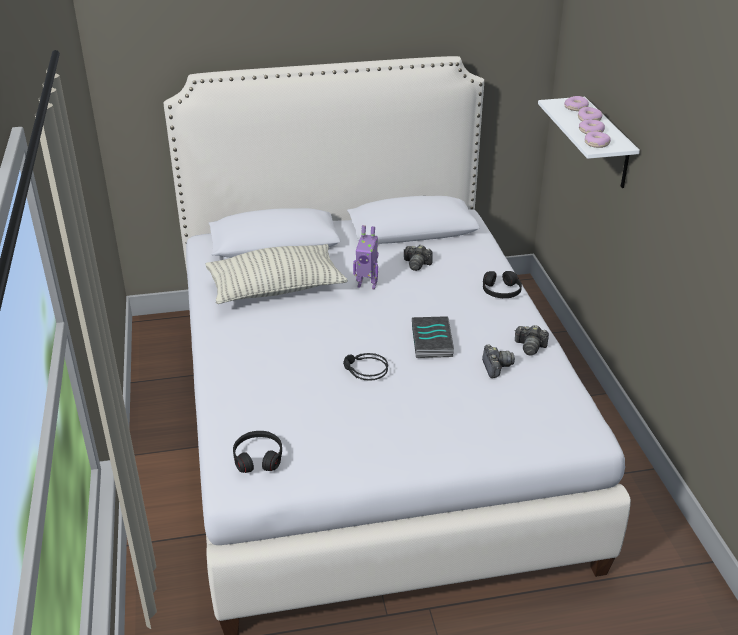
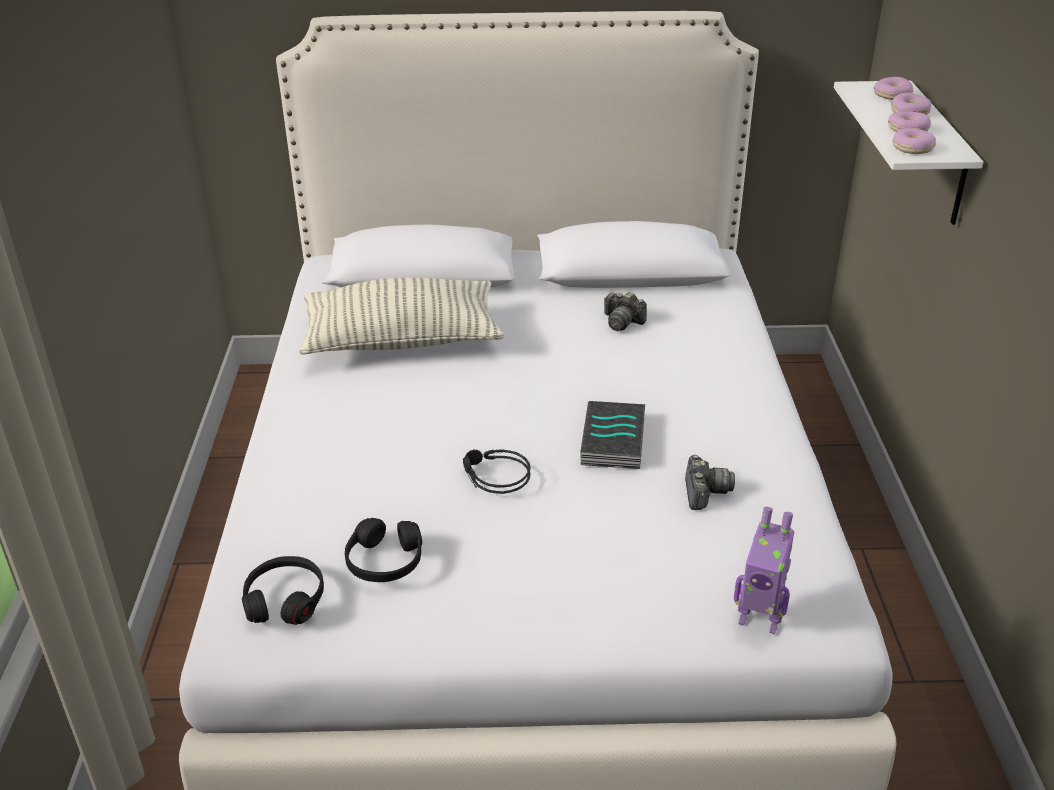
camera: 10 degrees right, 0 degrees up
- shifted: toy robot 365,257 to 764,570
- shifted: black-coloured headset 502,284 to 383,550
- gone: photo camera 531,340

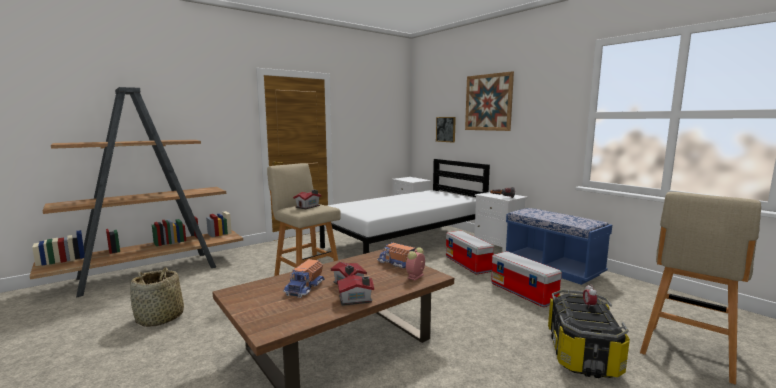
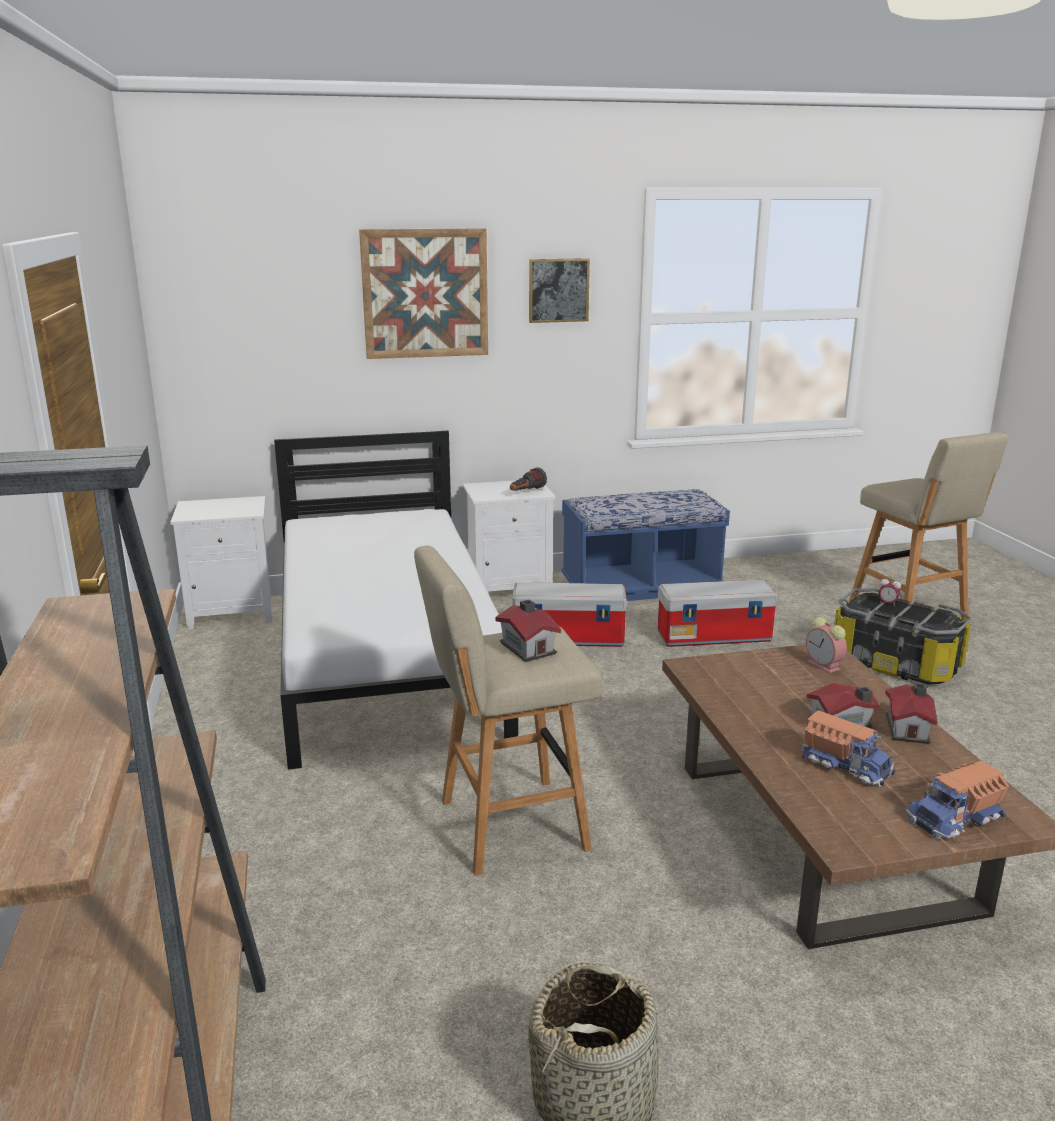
camera: 65 degrees left, 10 degrees up
- shifted: picture 446,130 to 559,290
- shifted: toy lorry 396,255 to 957,800

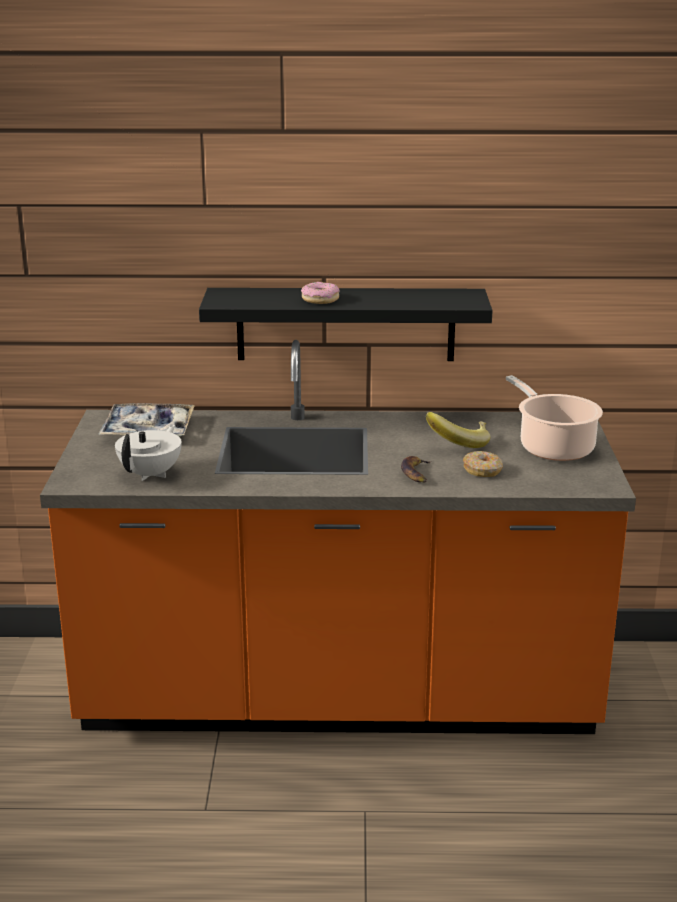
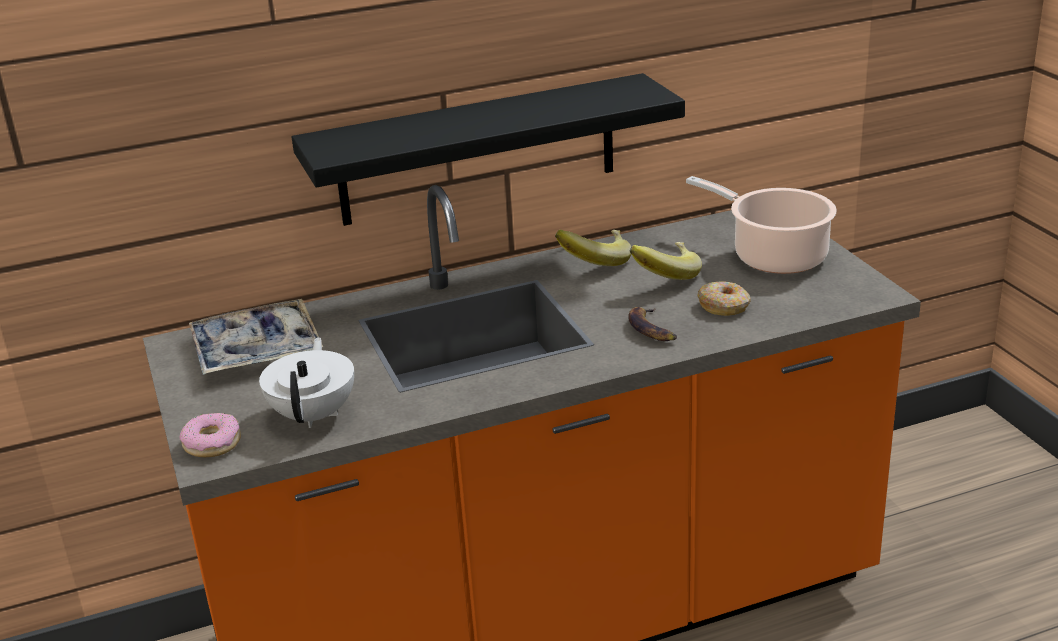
camera: 20 degrees left, 5 degrees up
- shifted: donut 320,293 to 210,435
- new: banana fruit 593,248

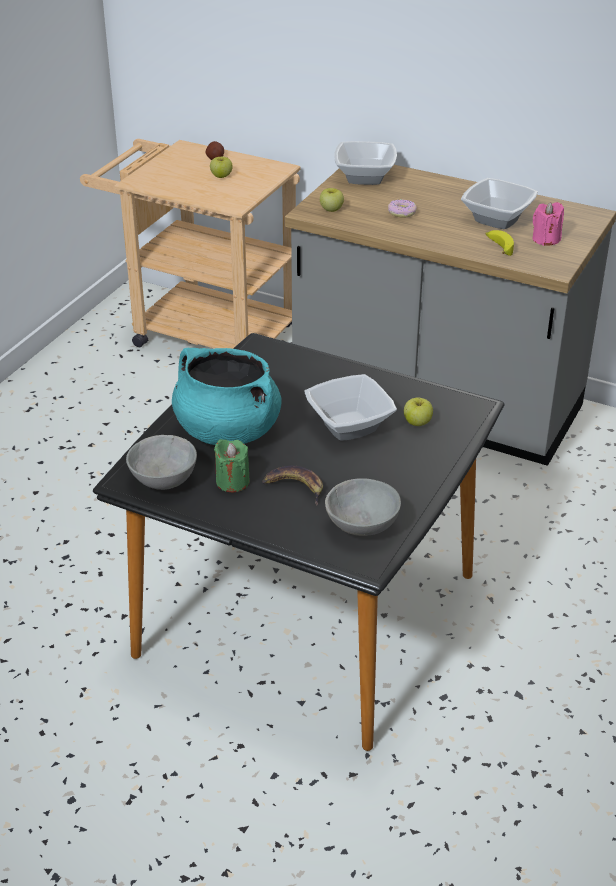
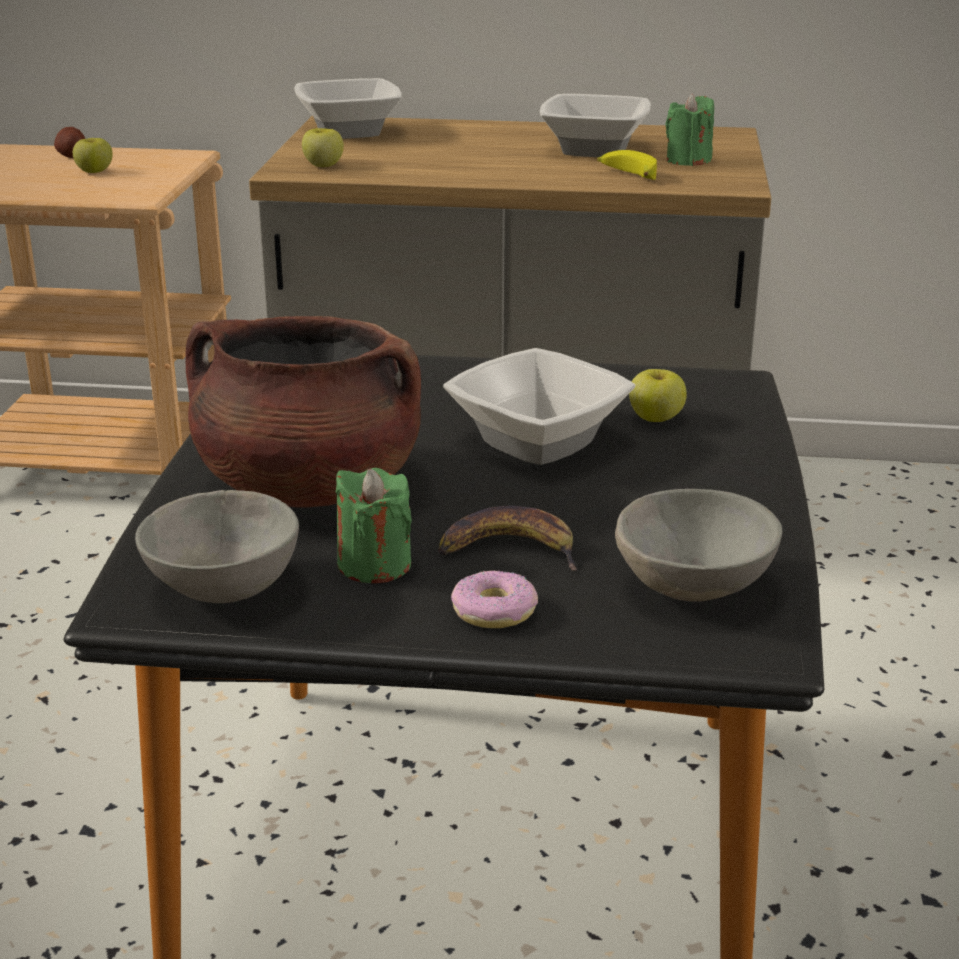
camera: 20 degrees left, 10 degrees down
- shifted: donut 402,208 to 494,599
- repainted: pink wax light 548,224 to green wax light 690,129
- repainted: turquoise-coloured saucepot 227,396 to brownish saucepot 303,412

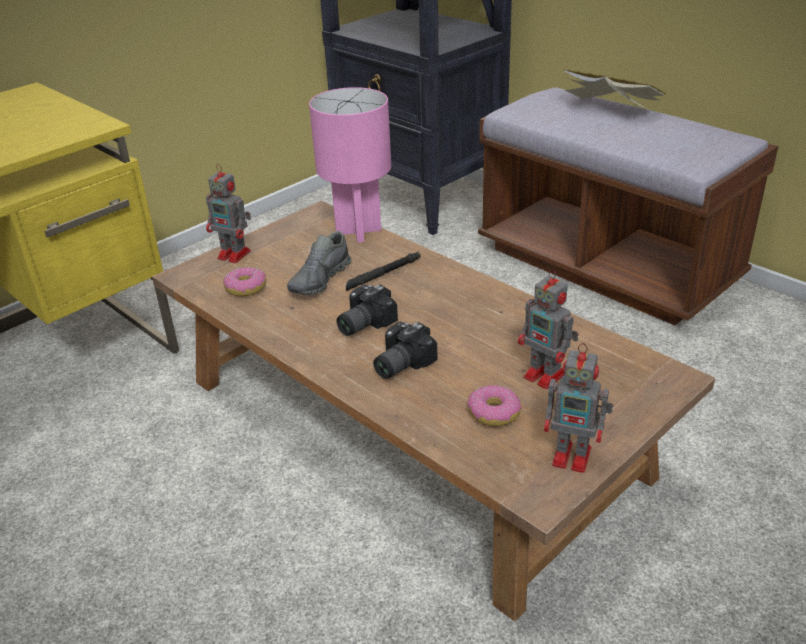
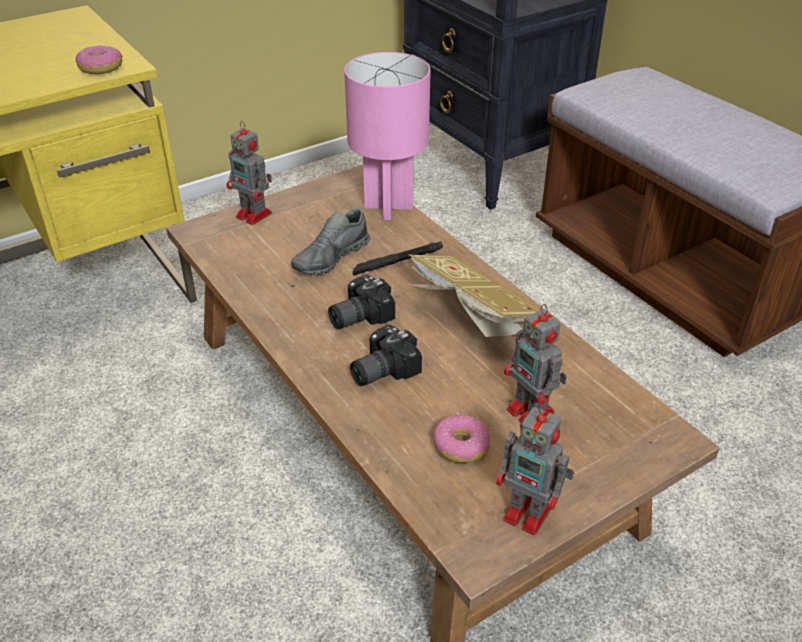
camera: 10 degrees right, 5 degrees up
- shifted: volume 614,90 to 474,295
- shifted: donut 244,281 to 99,60

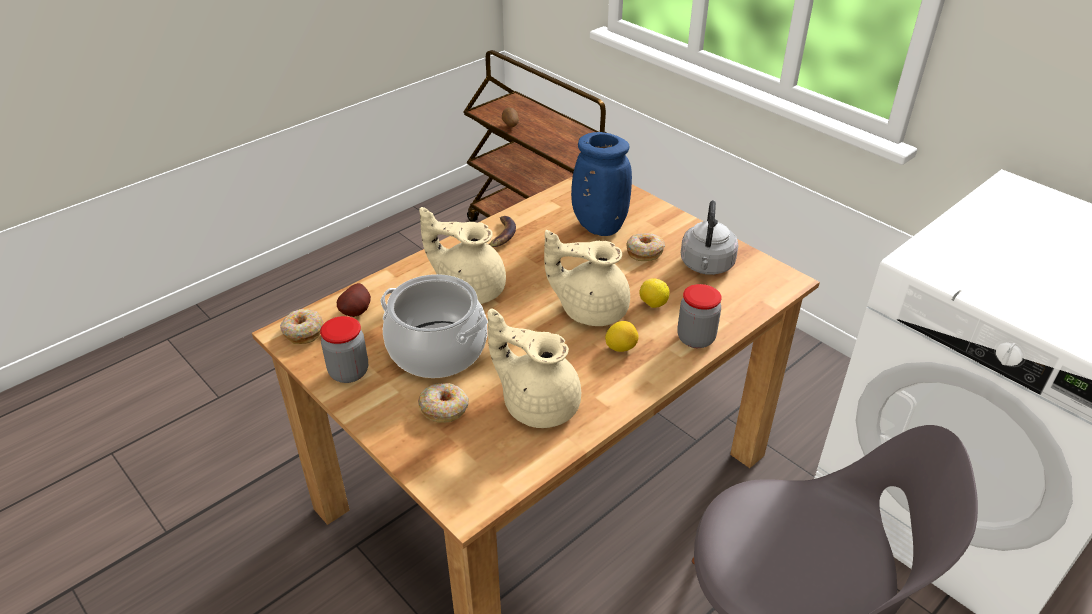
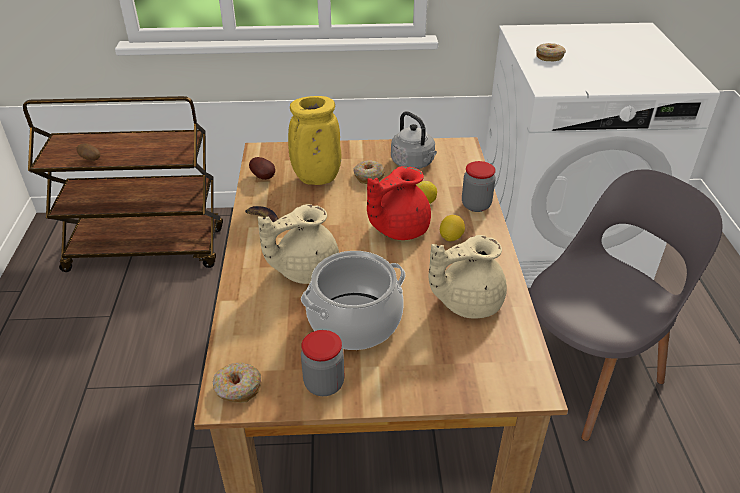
camera: 50 degrees left, 0 degrees up
- repainted: blue vase 601,184 to yellow vase 314,140
- repainted: beige teapot 587,278 to red teapot 399,203
- shifted: spud 354,300 to 262,168
- shifted: donut 443,403 to 551,52

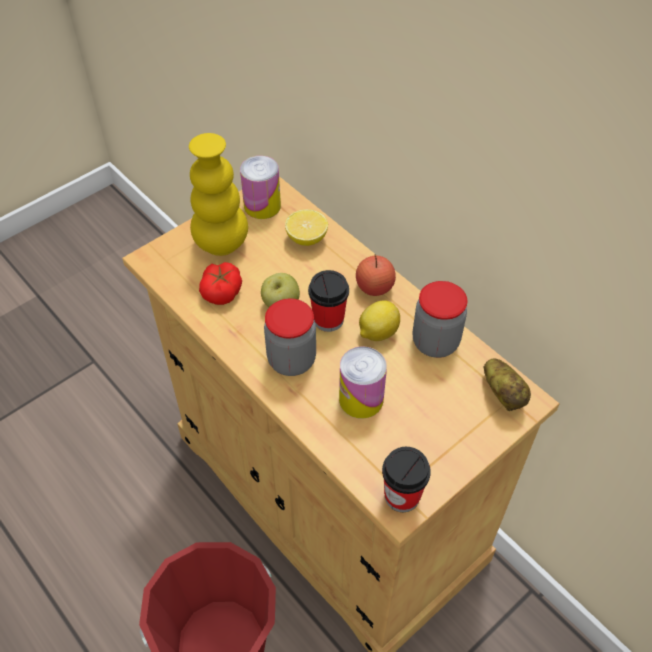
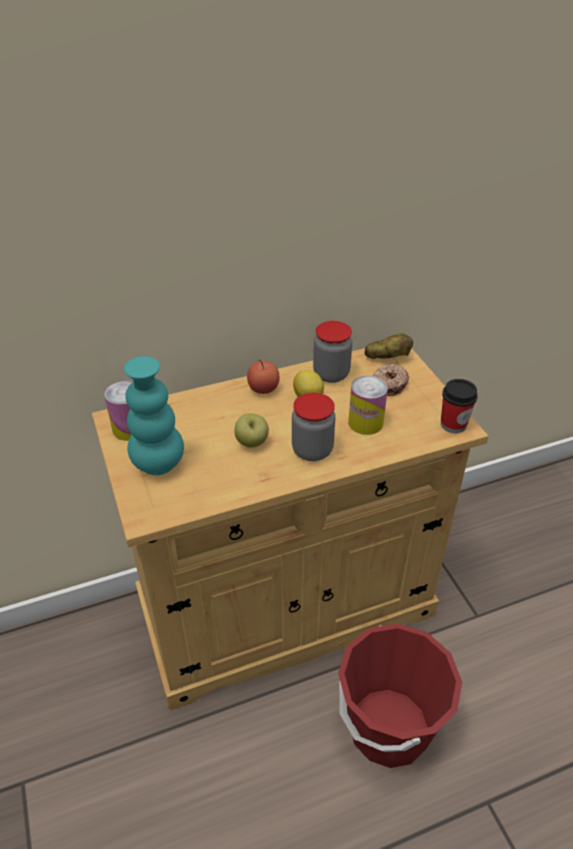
camera: 70 degrees left, 10 degrees down
- repainted: yellow vase 218,194 to turquoise-coloured vase 154,415
- gone: lemon 306,227
- gone: fresh tomato 220,283
- gone: drinking cup 328,301
- new: donut 391,379

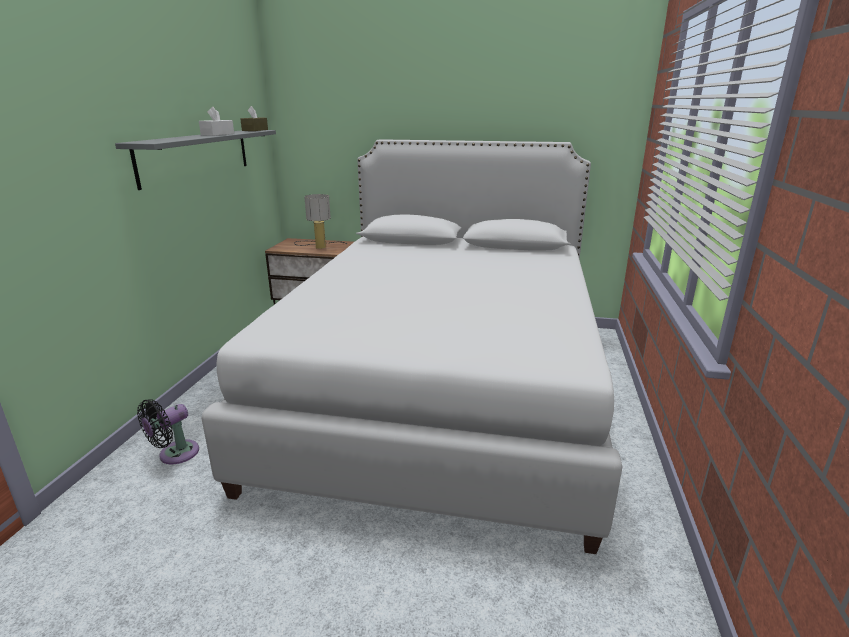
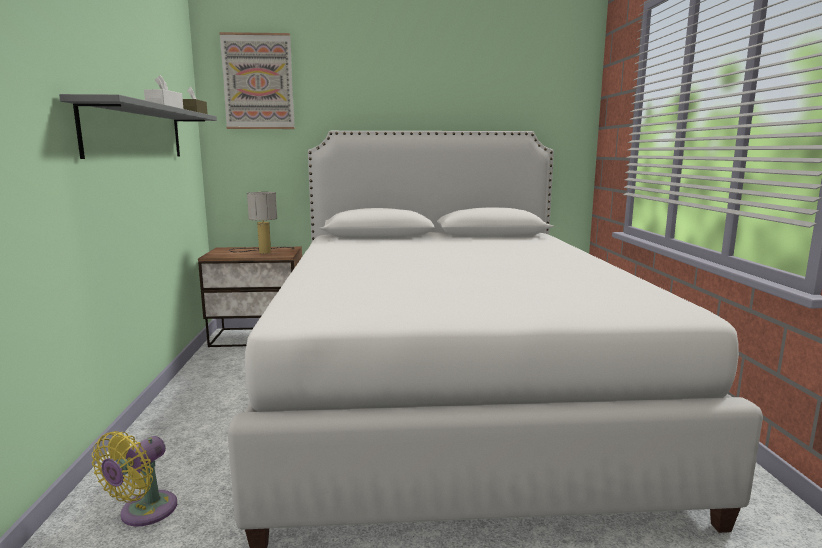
camera: 15 degrees left, 10 degrees down
- repainted: black-coloured fan 168,431 to yellow fan 134,479
- new: picture 257,80

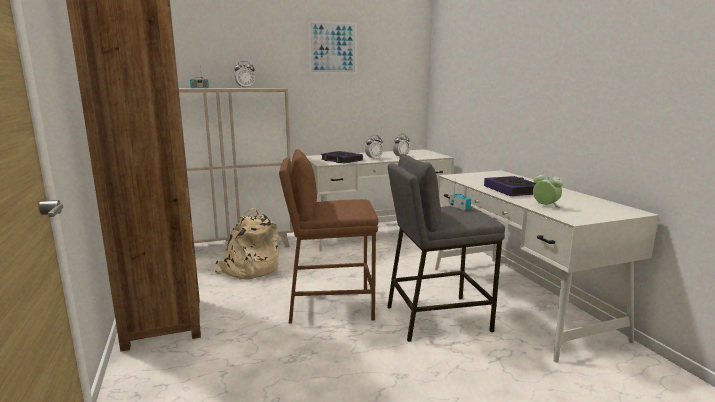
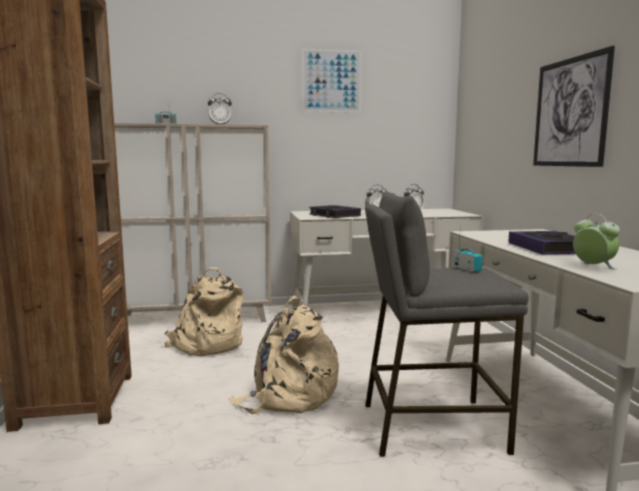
camera: 10 degrees right, 5 degrees down
- swapped: brownish stool seat 328,236 to beige knapsack 283,354
- new: picture 574,106

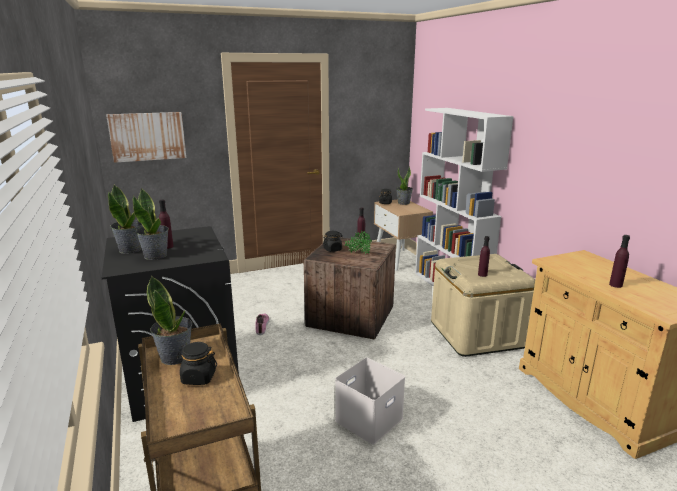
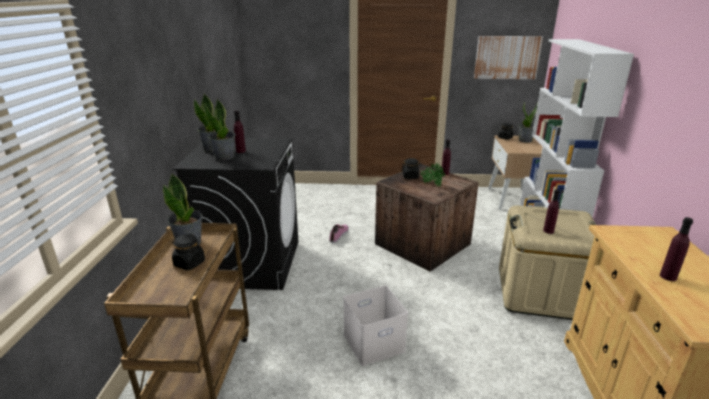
camera: 25 degrees right, 5 degrees up
- shifted: picture 146,137 to 508,57

